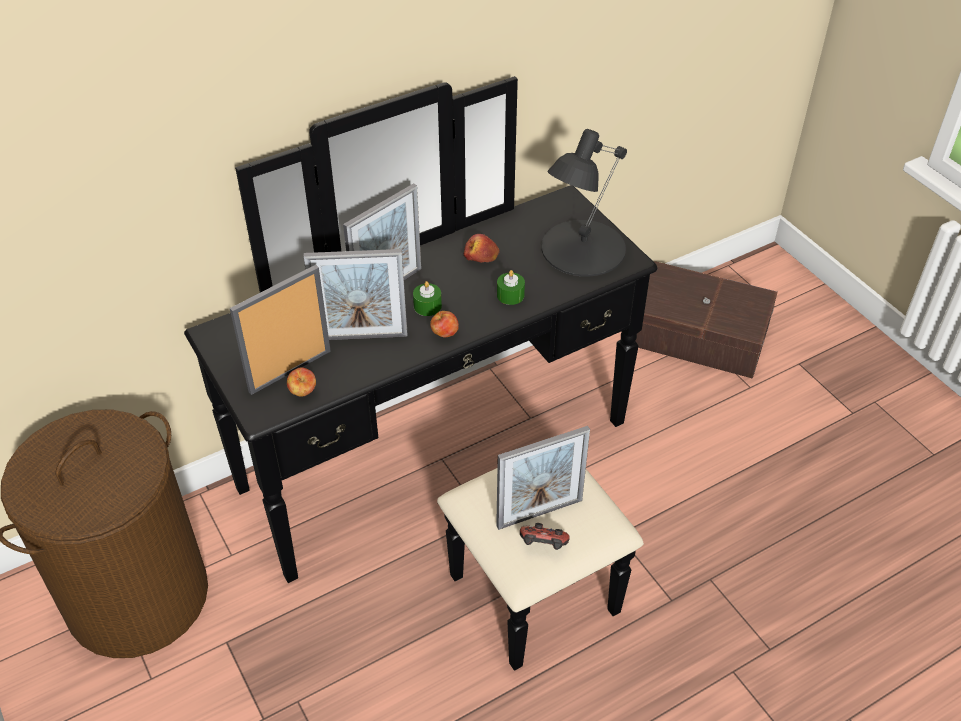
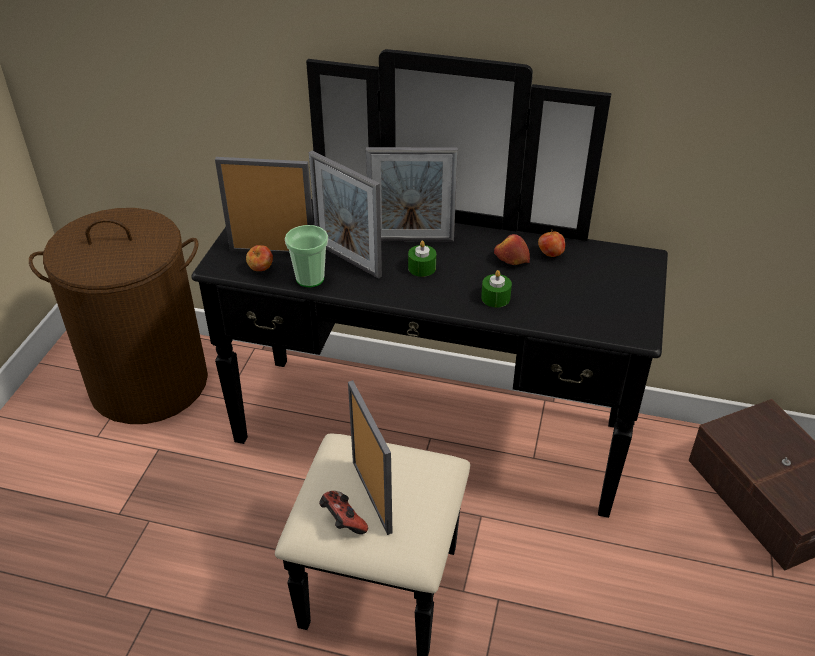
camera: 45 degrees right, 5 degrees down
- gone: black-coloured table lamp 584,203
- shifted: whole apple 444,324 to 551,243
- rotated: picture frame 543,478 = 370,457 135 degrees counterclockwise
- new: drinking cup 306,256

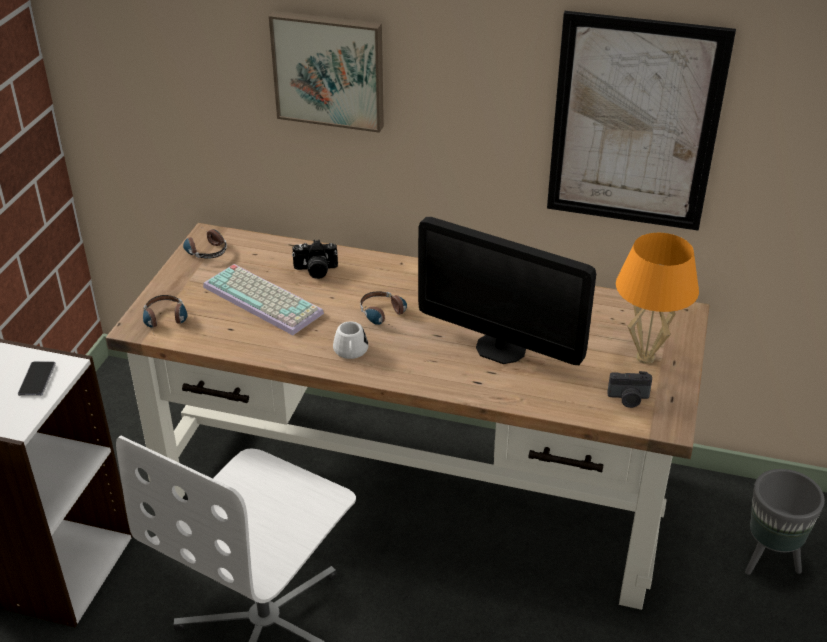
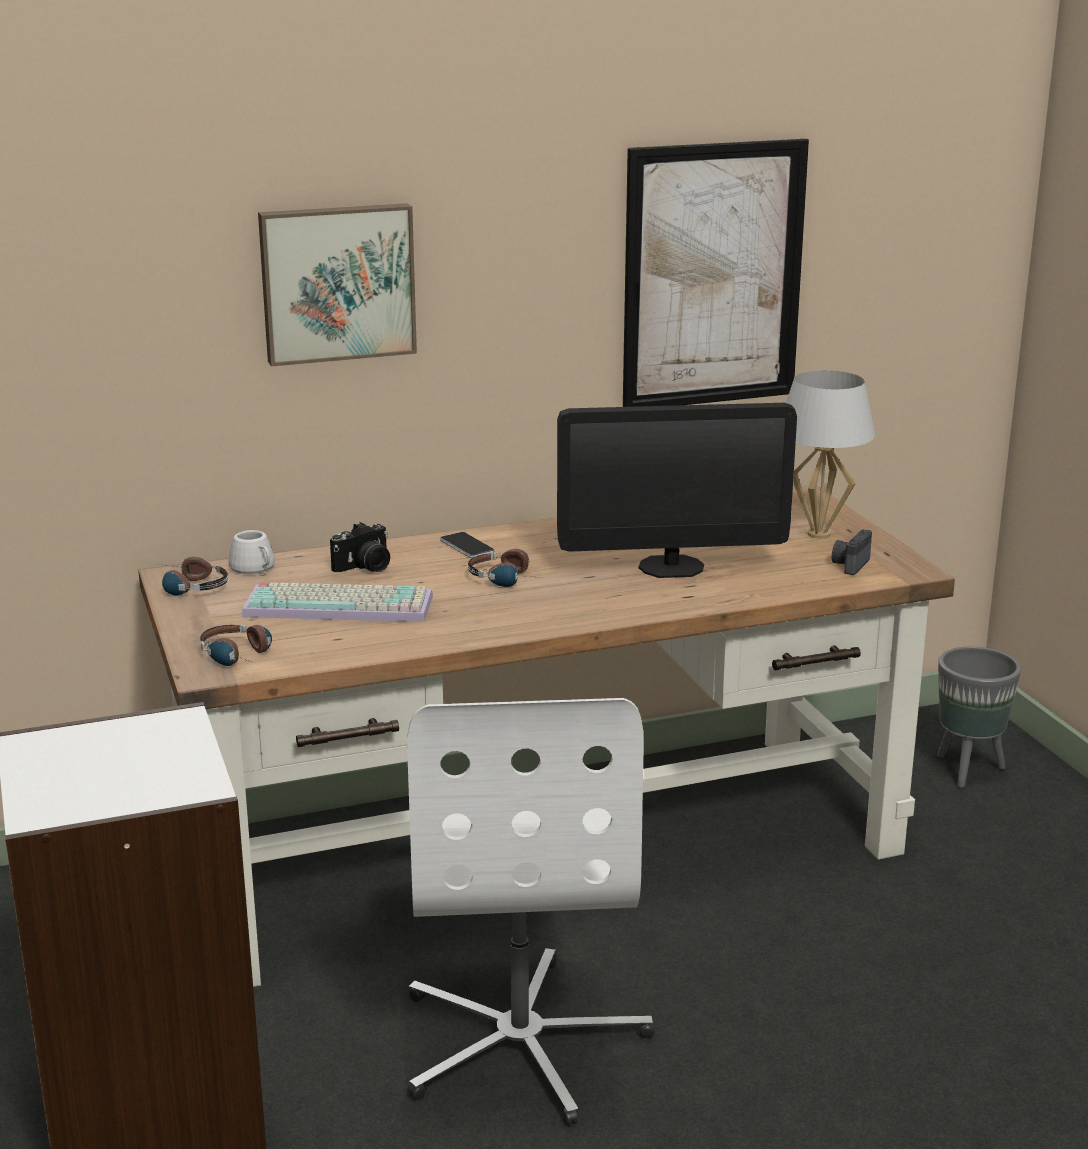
camera: 35 degrees left, 15 degrees down
- repainted: orangey table lamp 657,298 to white table lamp 831,454
- shifted: white tea mug 350,340 to 252,552
- shifted: phone 37,378 to 467,545
- rotated: photo camera 629,389 = 852,552 150 degrees clockwise

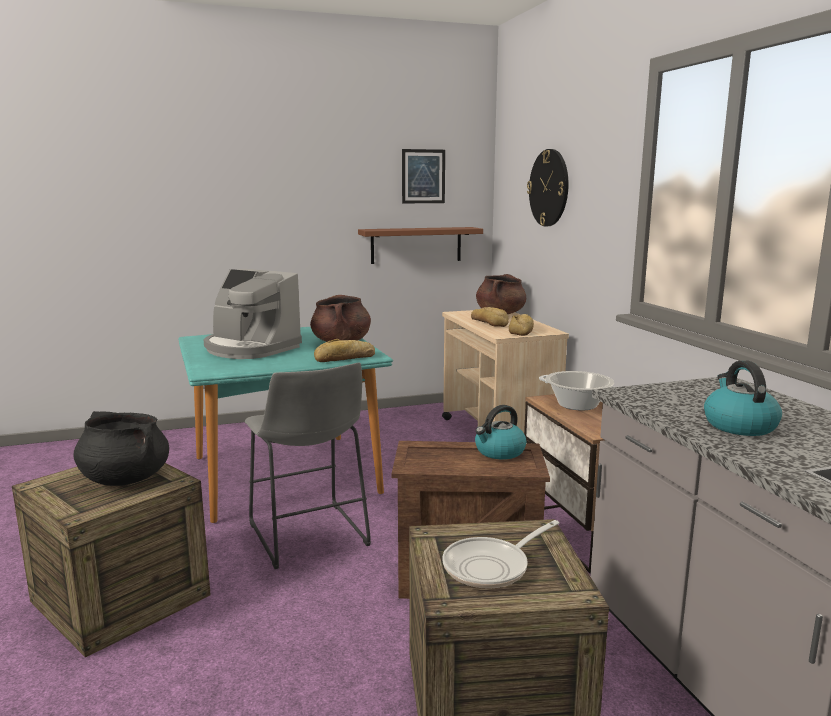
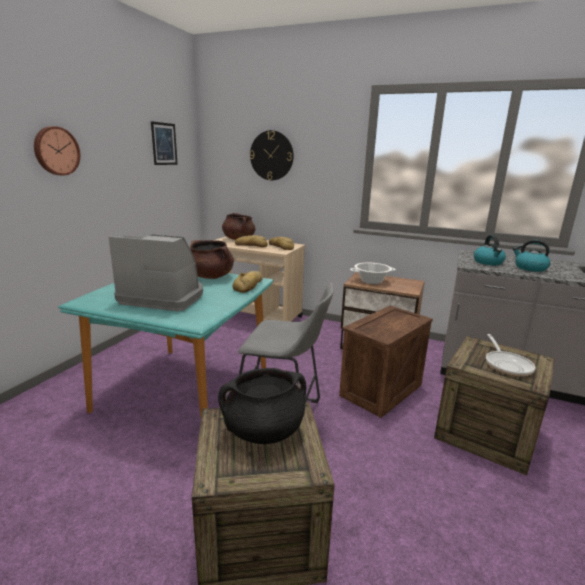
camera: 50 degrees left, 5 degrees up
- gone: brownish wall shelf 420,245
- rotated: coffee machine 253,314 = 156,272 150 degrees counterclockwise
- shifted: tea kettle 501,432 to 490,250
- new: hanging clock 57,151

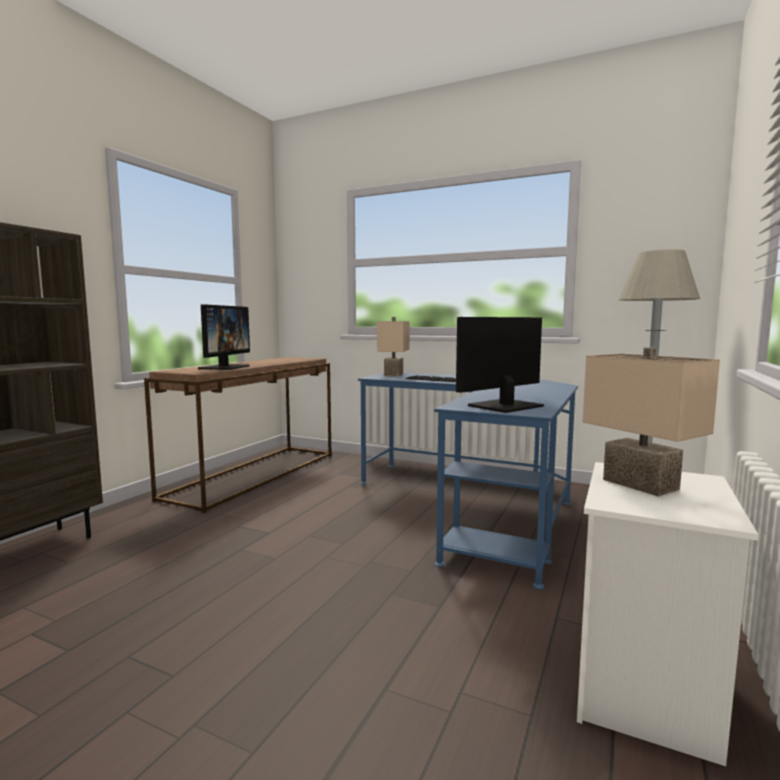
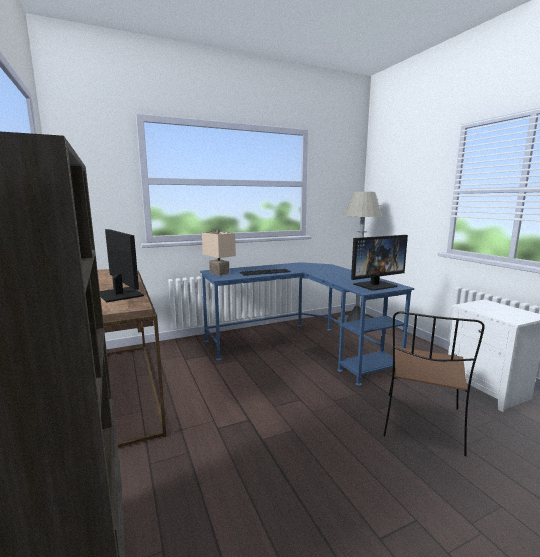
camera: 50 degrees left, 5 degrees up
- rotated: computer display 500,365 = 379,263 120 degrees counterclockwise
- gone: beige table lamp 651,422
- new: brownish plain chair 434,383

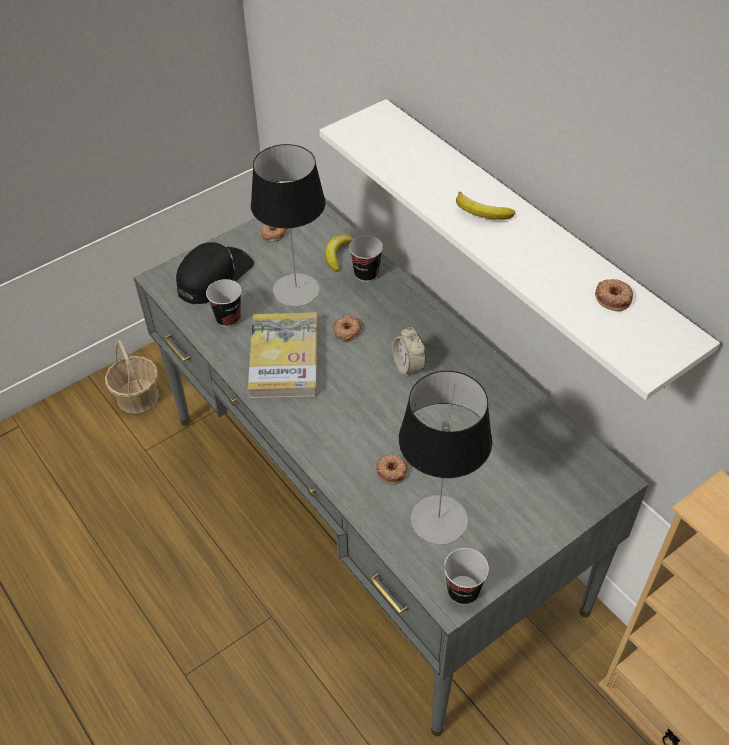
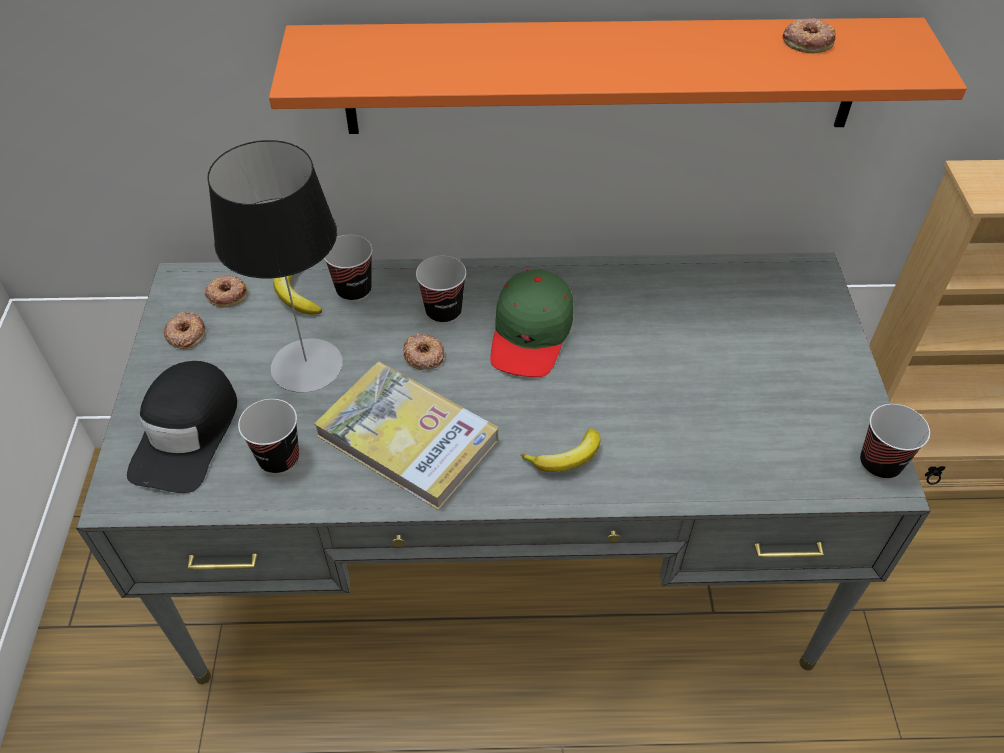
camera: 55 degrees left, 0 degrees up
- repainted: white wall shelf 519,249 to orangey wall shelf 618,76
- shifted: banana fruit 485,206 to 560,450
- rotated: black-coloured cap 215,273 = 182,427 150 degrees counterclockwise
- swapped: alarm clock 409,352 to green cap 531,323
- gone: basket 132,377
- gone: table lamp 445,457
- shifted: donut 392,469 to 225,291
- new: drinking cup 441,290

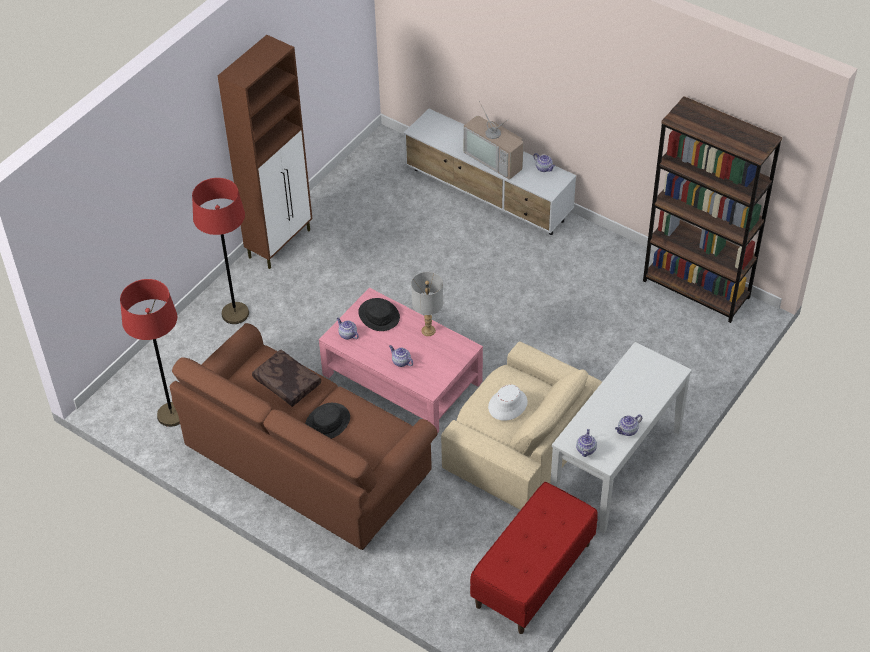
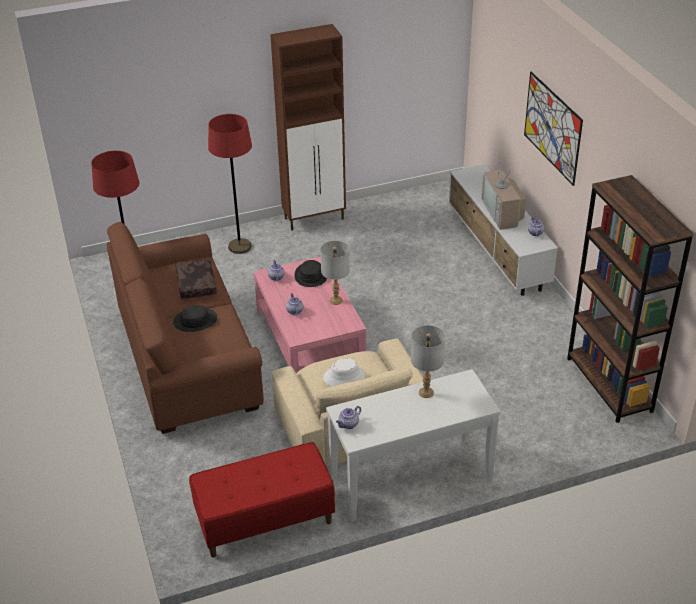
camera: 35 degrees right, 10 degrees down
- gone: teapot 628,425
- new: picture 553,129
- new: gray table lamp 428,361

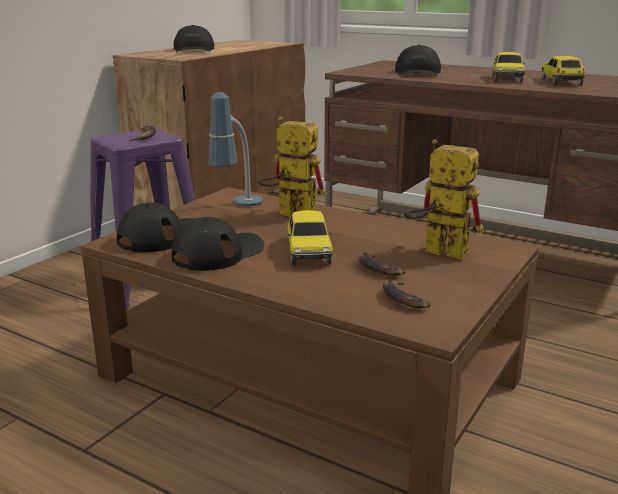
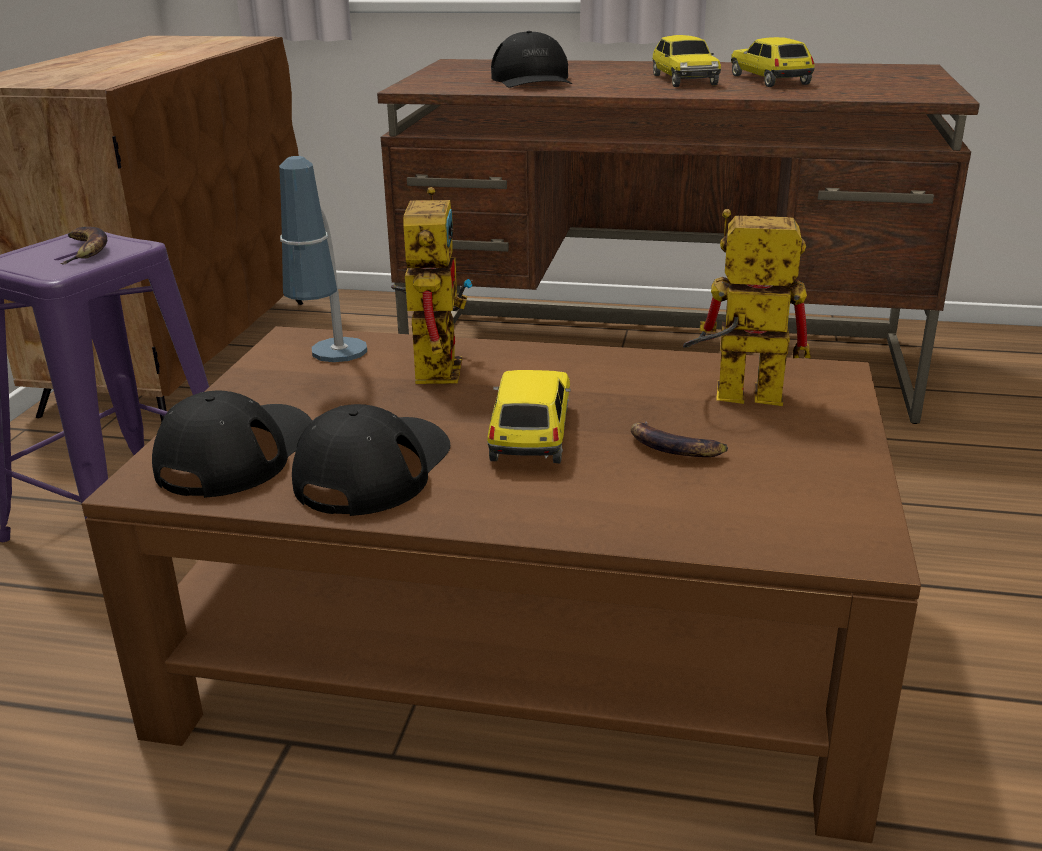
camera: 20 degrees left, 5 degrees up
- gone: black-coloured cap 194,38
- rotated: toy robot 292,167 = 432,285 90 degrees clockwise
- rotated: model car 310,237 = 529,416 150 degrees counterclockwise
- gone: banana fruit 407,293

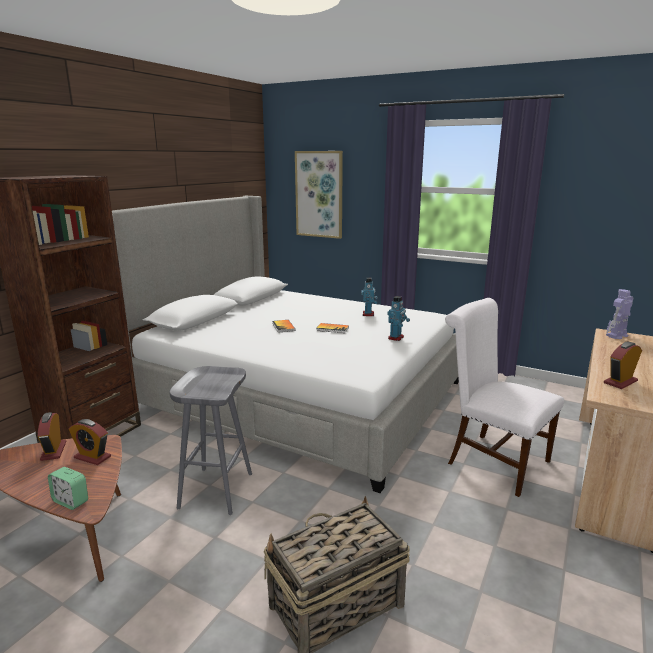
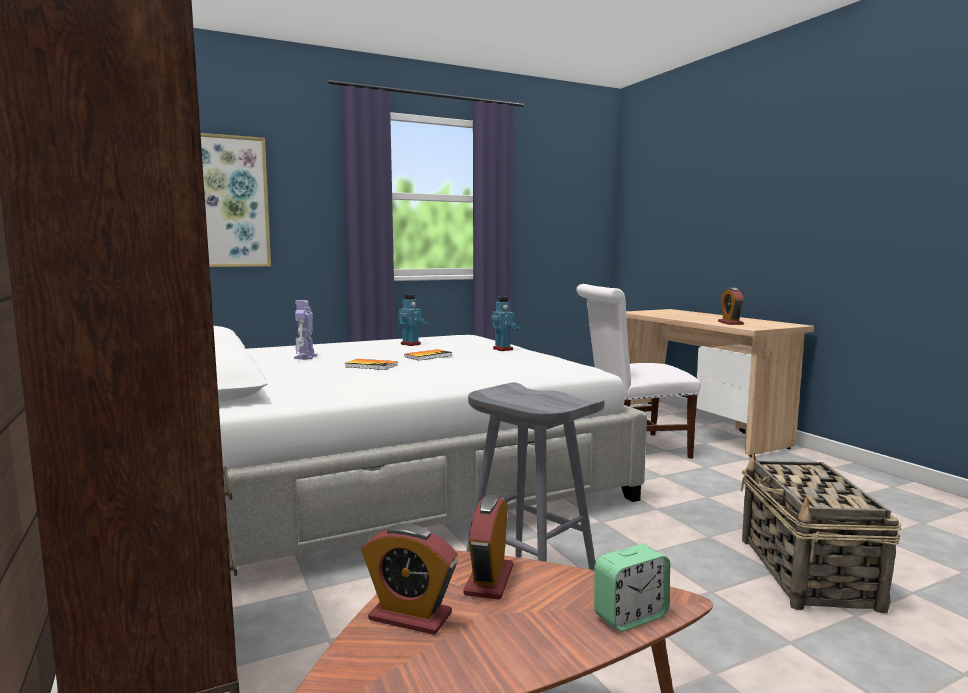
camera: 55 degrees left, 10 degrees down
- shifted: toy robot 619,314 to 305,330
- rotated: alarm clock 90,442 = 488,547 135 degrees clockwise

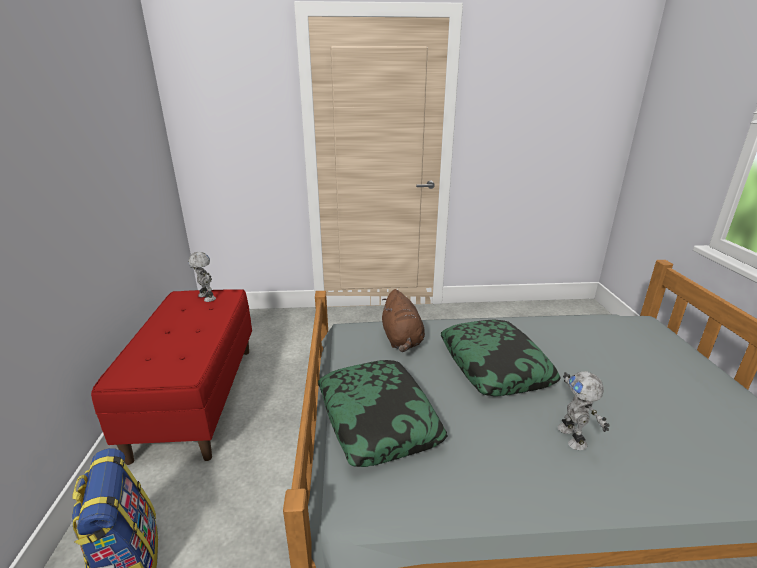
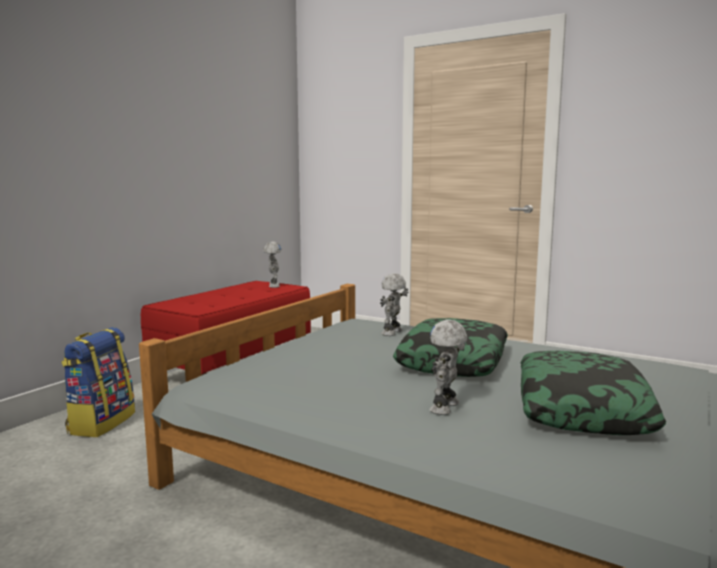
camera: 35 degrees right, 15 degrees down
- swapped: brownish plush toy 403,320 to toy robot 394,304
- shifted: cushion 383,413 to 593,393

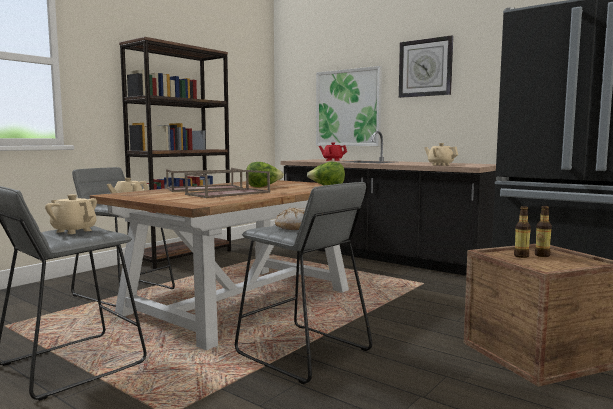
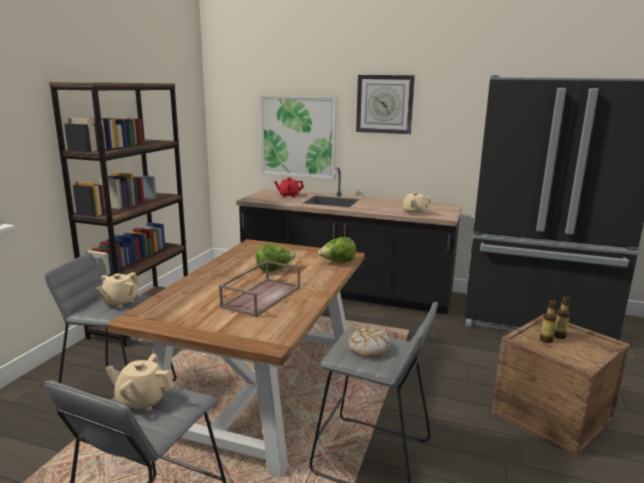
camera: 20 degrees left, 10 degrees up
- gone: brownish serving tray 204,180

